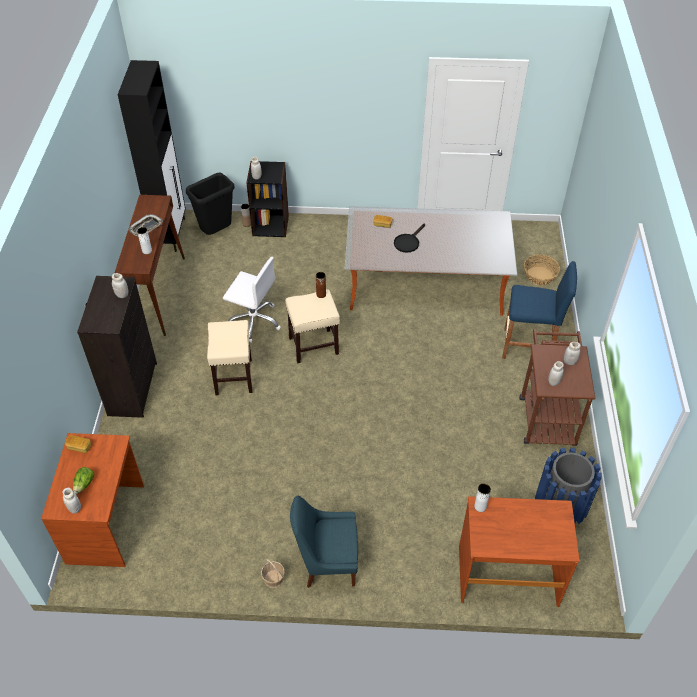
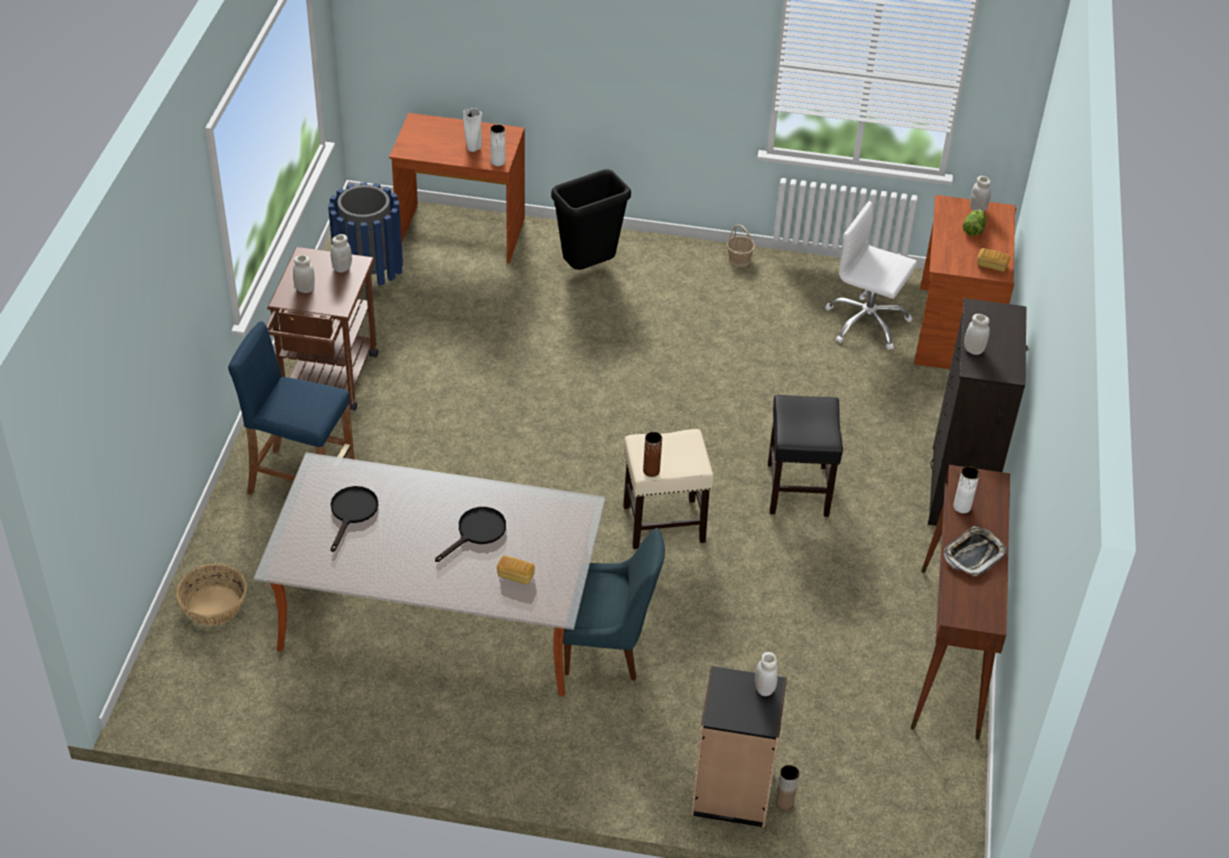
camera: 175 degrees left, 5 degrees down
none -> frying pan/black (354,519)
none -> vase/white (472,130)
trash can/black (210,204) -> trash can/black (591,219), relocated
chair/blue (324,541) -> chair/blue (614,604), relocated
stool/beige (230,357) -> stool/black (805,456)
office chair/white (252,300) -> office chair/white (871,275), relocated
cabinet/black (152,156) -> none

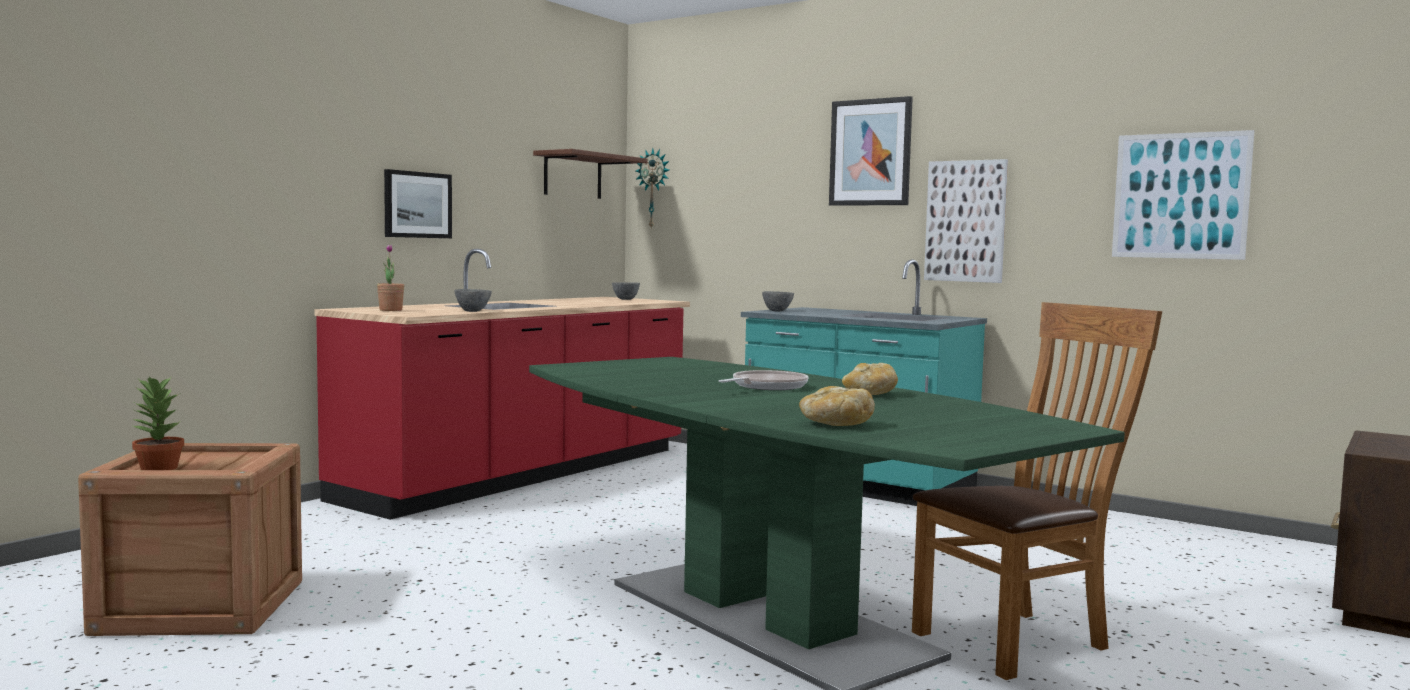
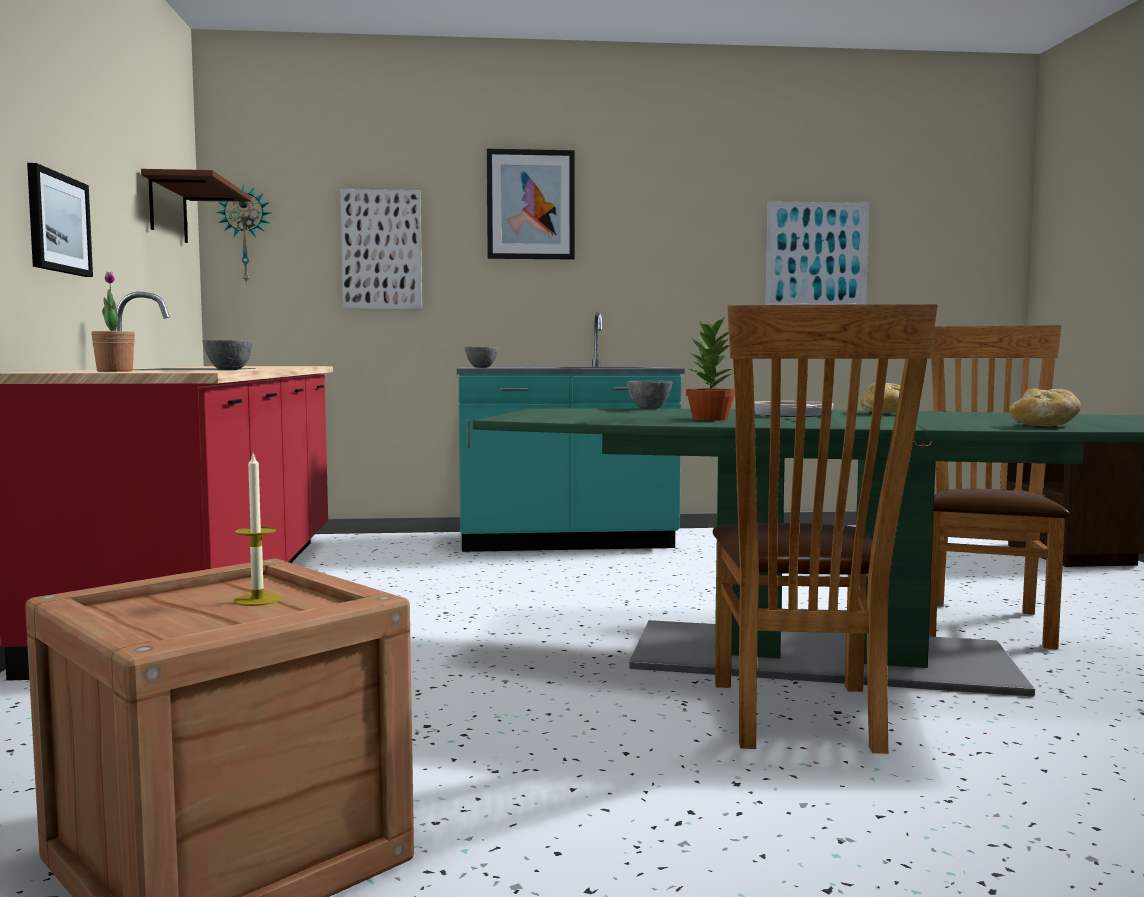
camera: 40 degrees left, 0 degrees up
none -> candle (258,528)
picture (966,221) -> picture (381,249), relocated
bowl/grey (626,291) -> bowl/grey (650,394), relocated
potted plant (157,423) -> potted plant (710,368), relocated
none -> chair/brown (825,529)

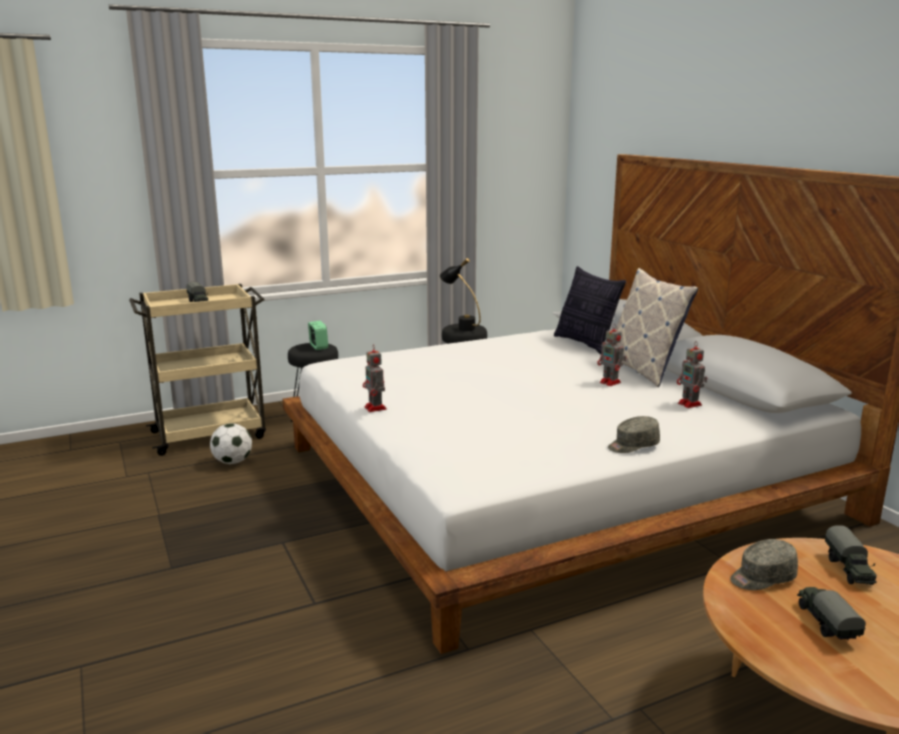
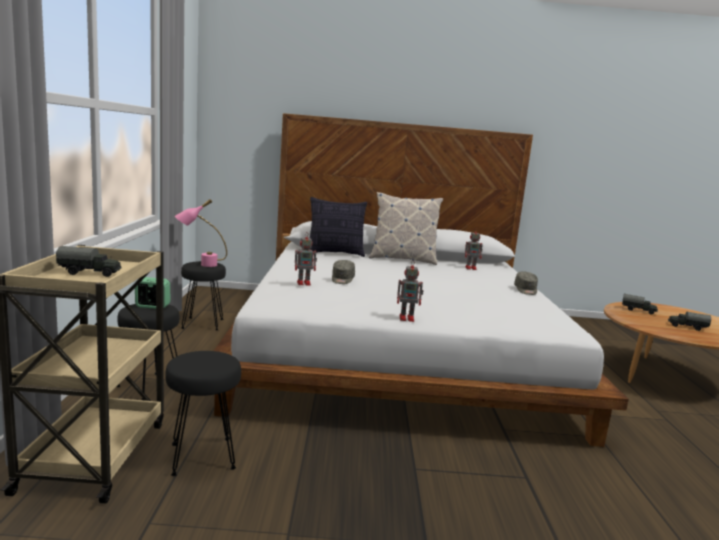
camera: 65 degrees left, 5 degrees down
football (231,443) -> stool/black (203,413)
table lamp/black (460,294) -> table lamp/pink (201,233)
toy robot (611,355) -> toy robot (306,258), relocated
cap/grey (764,564) -> cap/grey (343,272), relocated

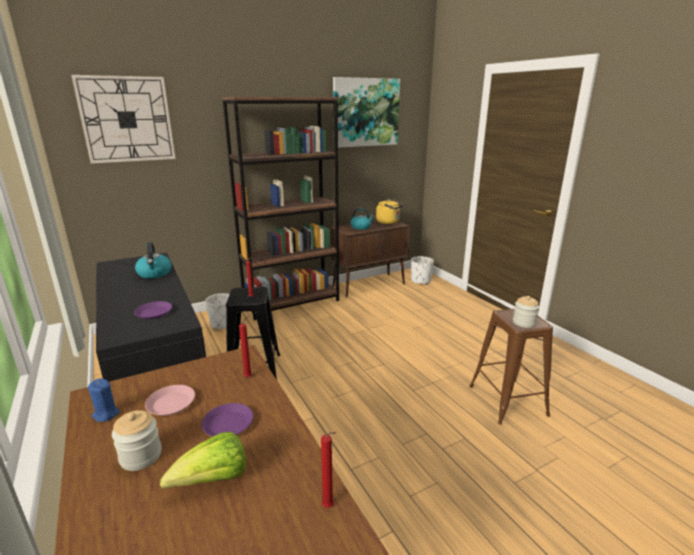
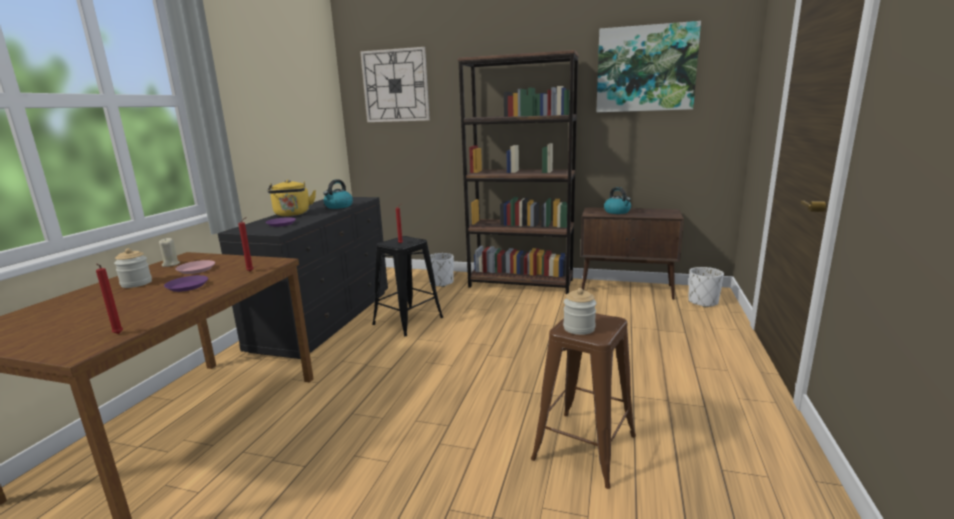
camera: 45 degrees right, 5 degrees down
candle/blue (104,400) -> candle/beige (169,252)
kettle/yellow (390,211) -> kettle/yellow (291,198), relocated
lettuce (203,460) -> none

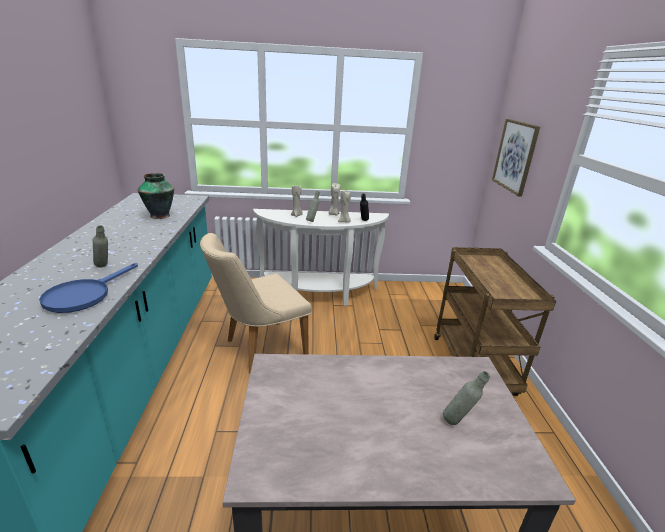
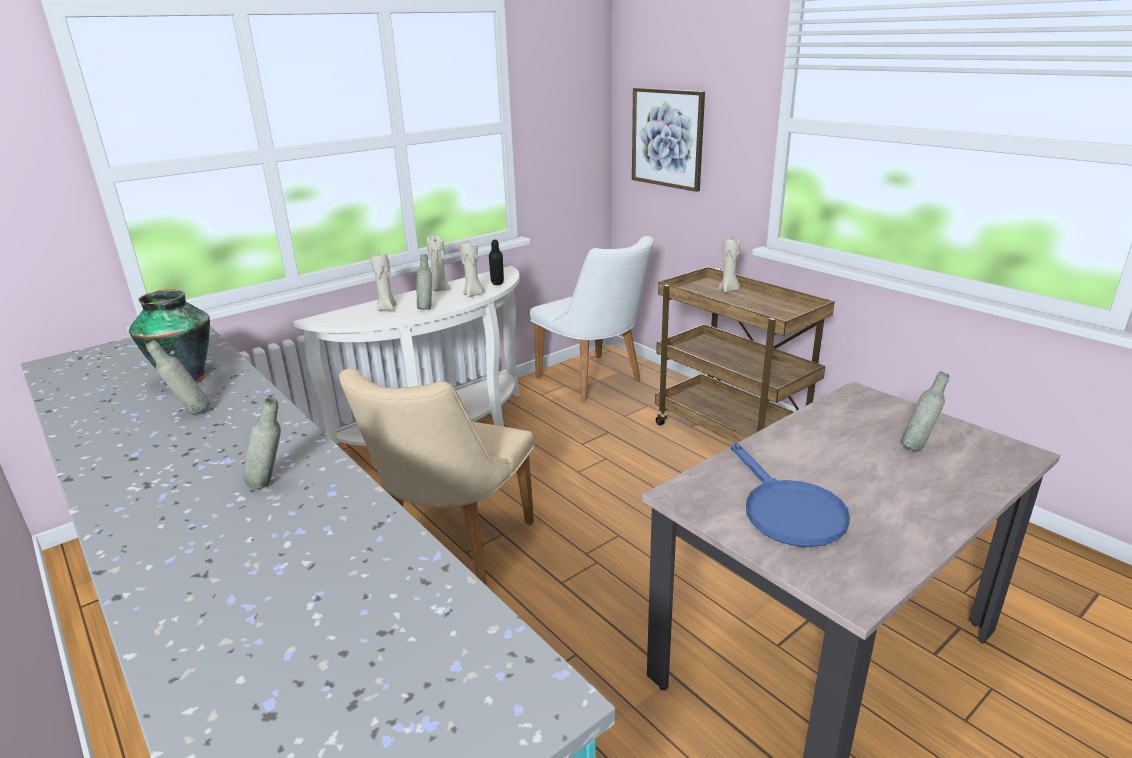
camera: 35 degrees left, 0 degrees up
none -> bottle/grey (178,377)
none -> chair/white (591,319)
none -> candle/beige (729,265)
frying pan/blue (88,288) -> frying pan/blue (790,494), relocated

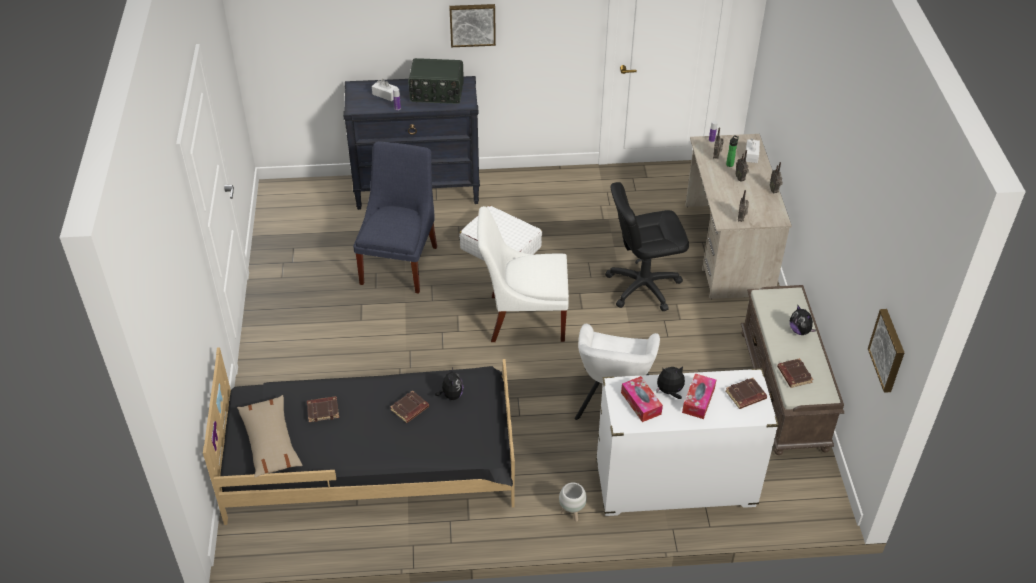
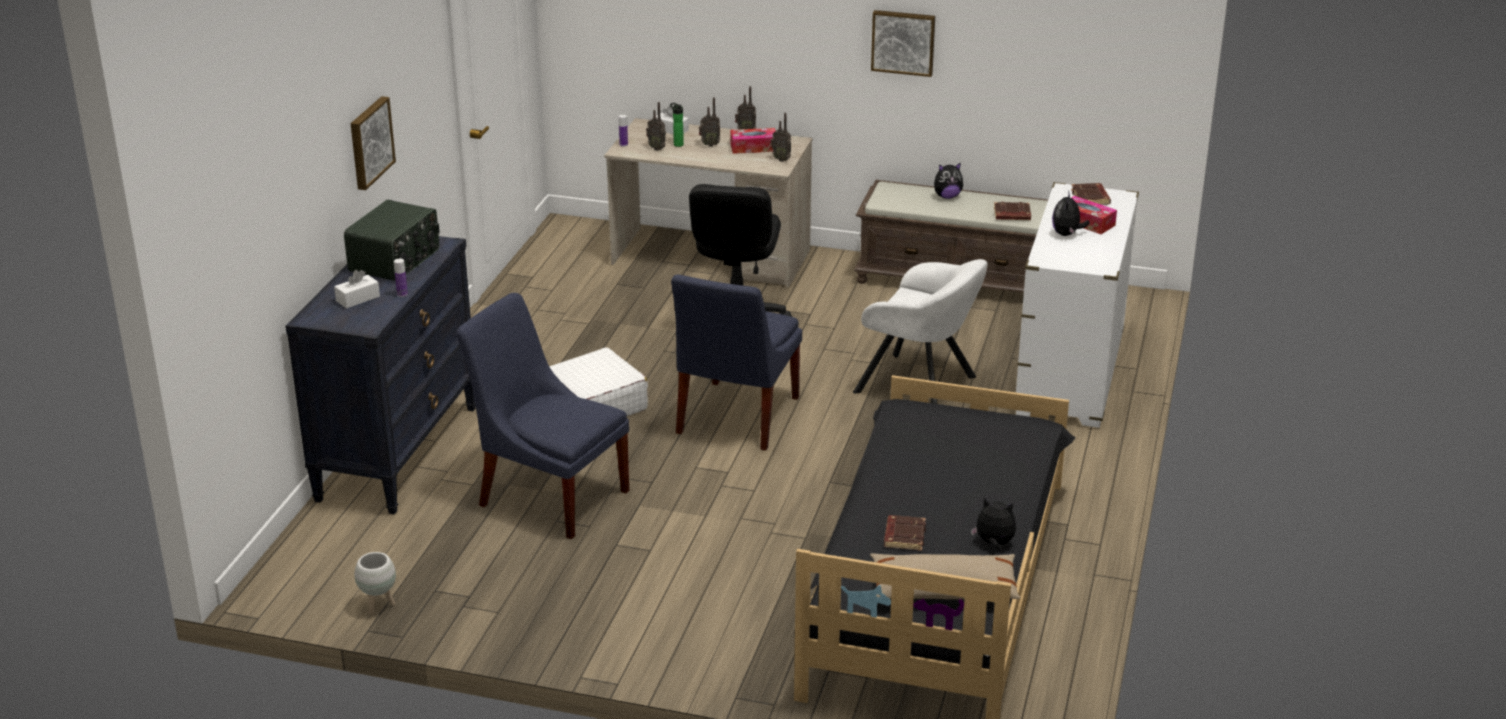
camera: 70 degrees left, 15 degrees down
planter/white (573,502) -> planter/white (375,583), relocated
chair/white (523,274) -> chair/blue (736,362)
tissue box (642,399) -> tissue box (753,141), relocated
picture (886,351) -> picture (903,43), relocated
plush toy (449,384) -> plush toy (993,524), relocated
book/brown (409,406) -> none

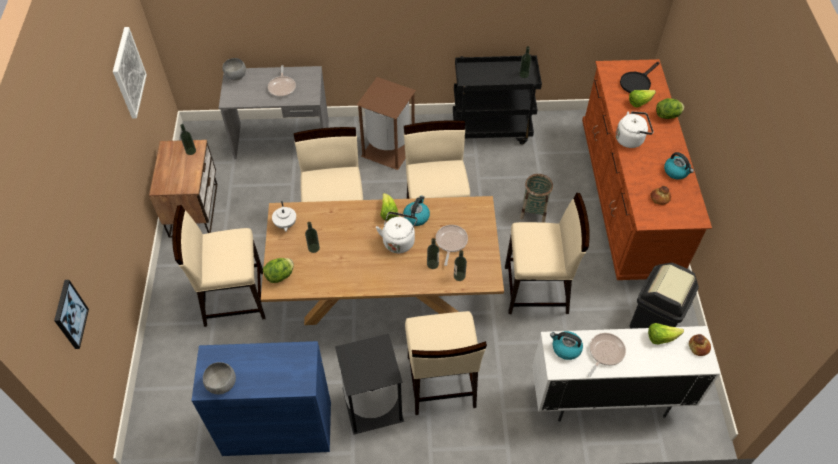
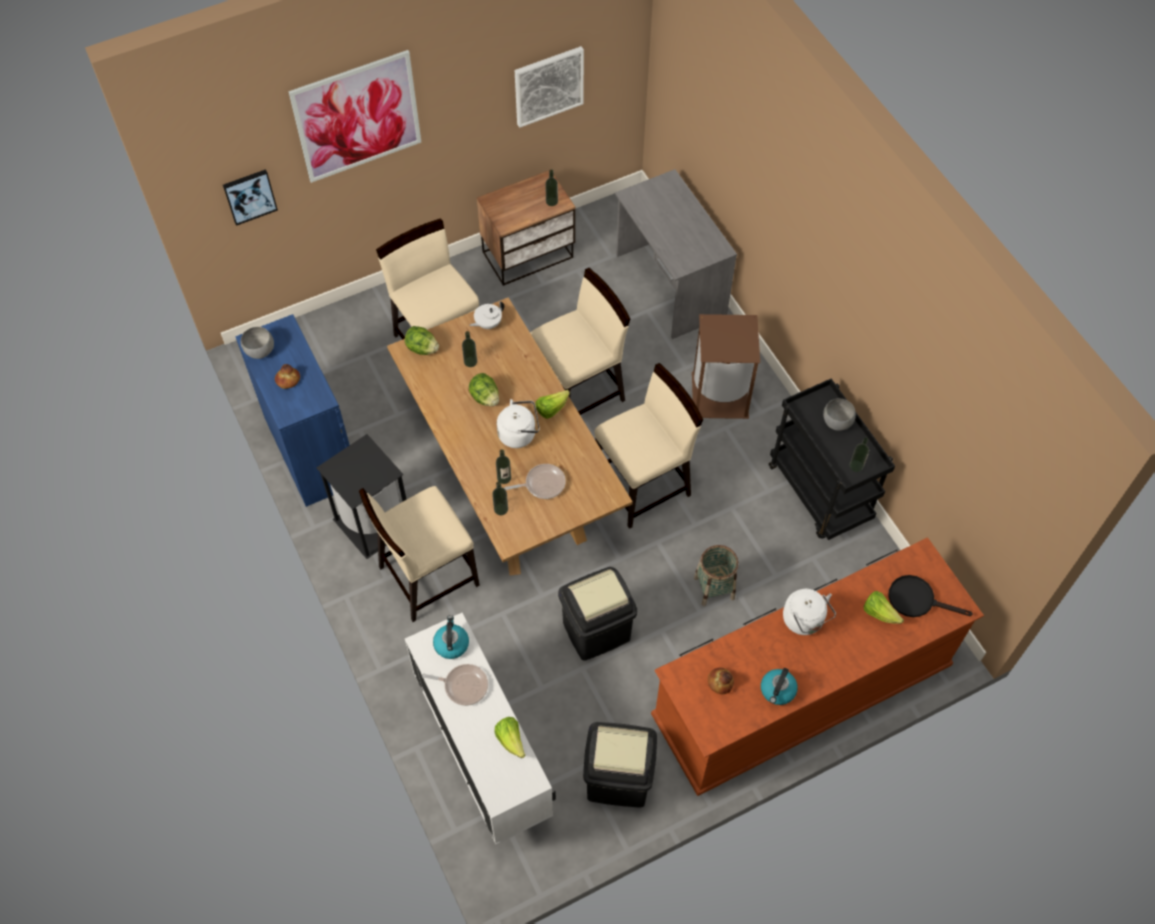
camera: 65 degrees right, 5 degrees up
bread (700,345) -> bread (287,376), relocated
none -> picture (354,116)
lettuce (670,108) -> lettuce (484,389), relocated
chair/beige (547,253) -> trash can/black (597,614)
bowl/grey (234,69) -> bowl/grey (839,415), relocated
frying pan (282,81) -> none
kettle (416,210) -> none

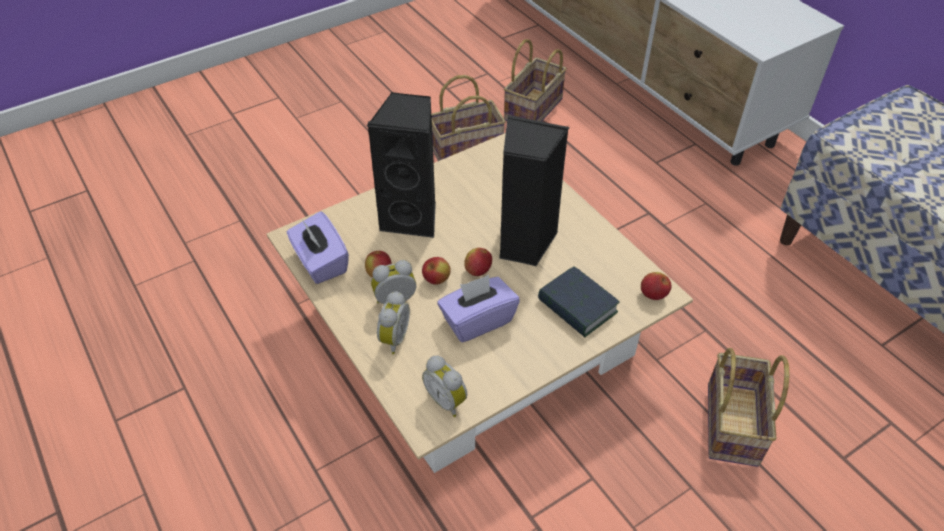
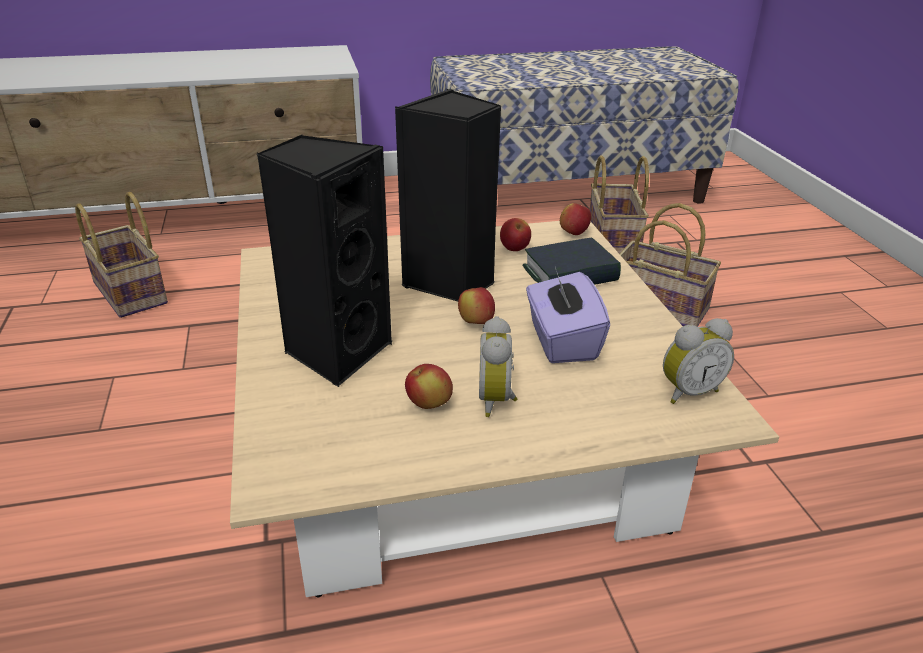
camera: 70 degrees left, 15 degrees down
apple (436,271) -> apple (515,234), relocated
basket (468,118) -> basket (619,204), relocated
tissue box/purple (318,247) -> none
alarm clock (393,322) -> none

